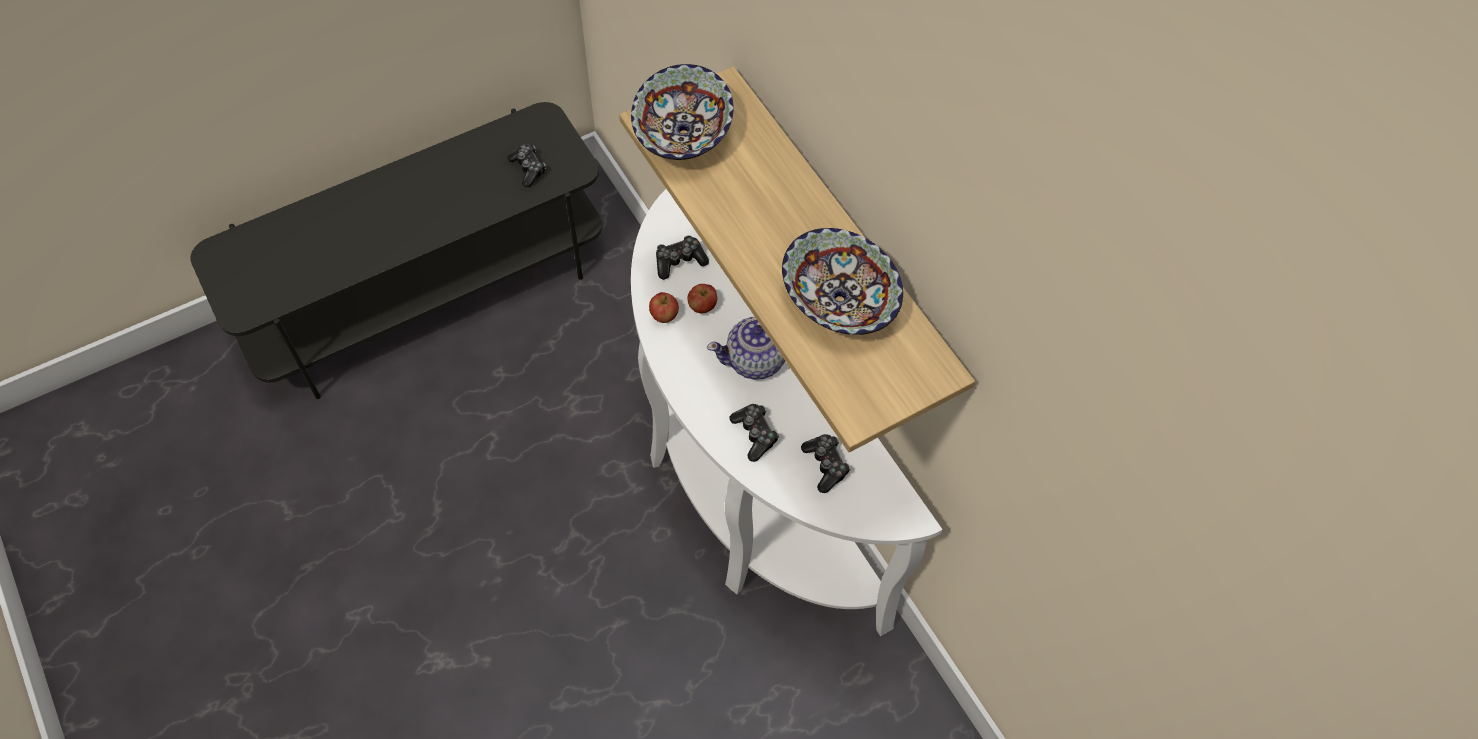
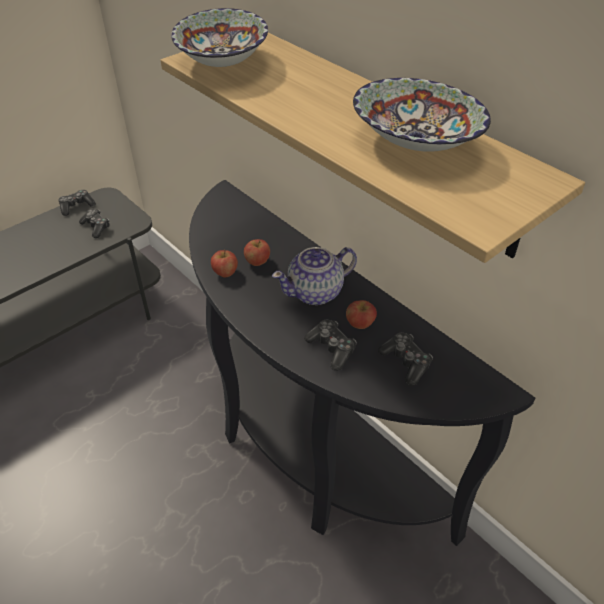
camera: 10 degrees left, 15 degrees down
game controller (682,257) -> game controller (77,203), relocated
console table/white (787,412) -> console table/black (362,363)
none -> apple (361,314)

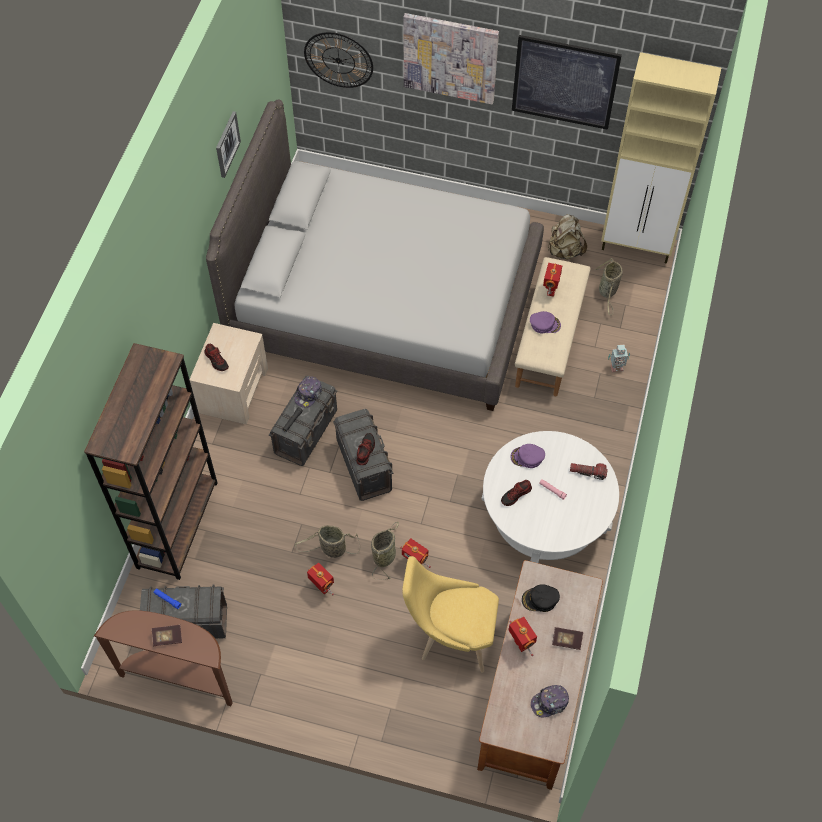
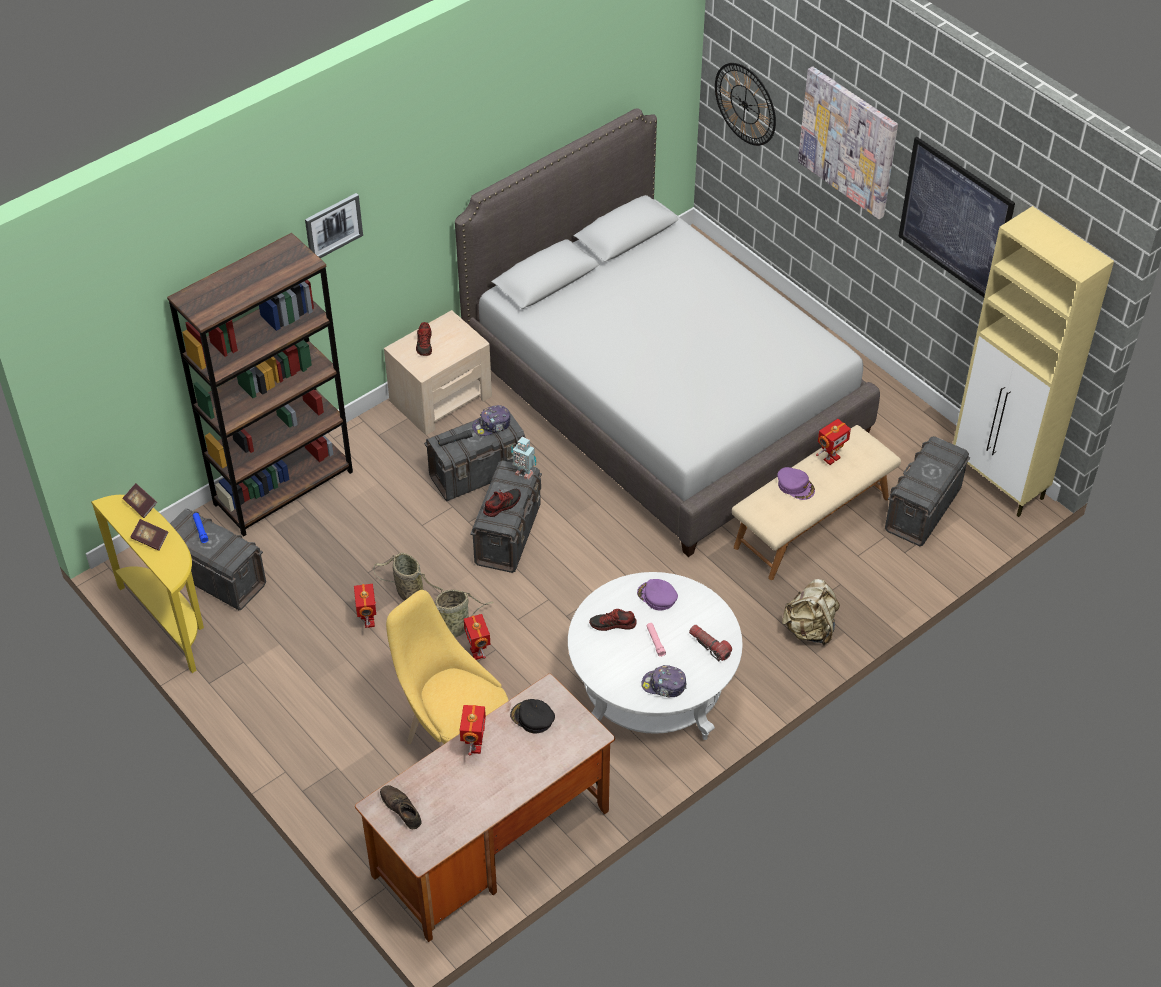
camera: 35 degrees right, 10 degrees down
console table/brown (163,658) -> console table/yellow (147,584)
book (567,638) -> book (140,500), relocated
picture (228,144) -> picture (334,225), relocated
none -> shoe/brown (401,807)
toy robot (619,358) -> toy robot (524,458), relocated
cap (550,701) -> cap (663,681), relocated
backpack/beige (567,237) -> backpack/beige (811,612), relocated
basket (609,286) -> storage box/grey (927,491)

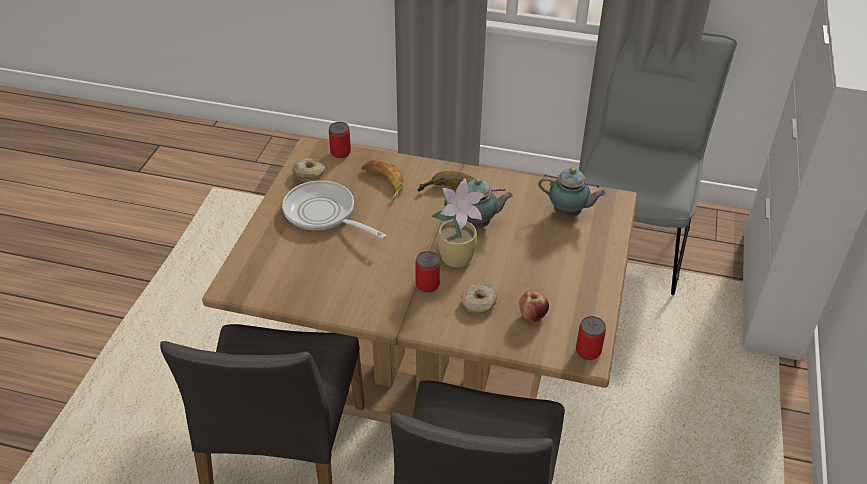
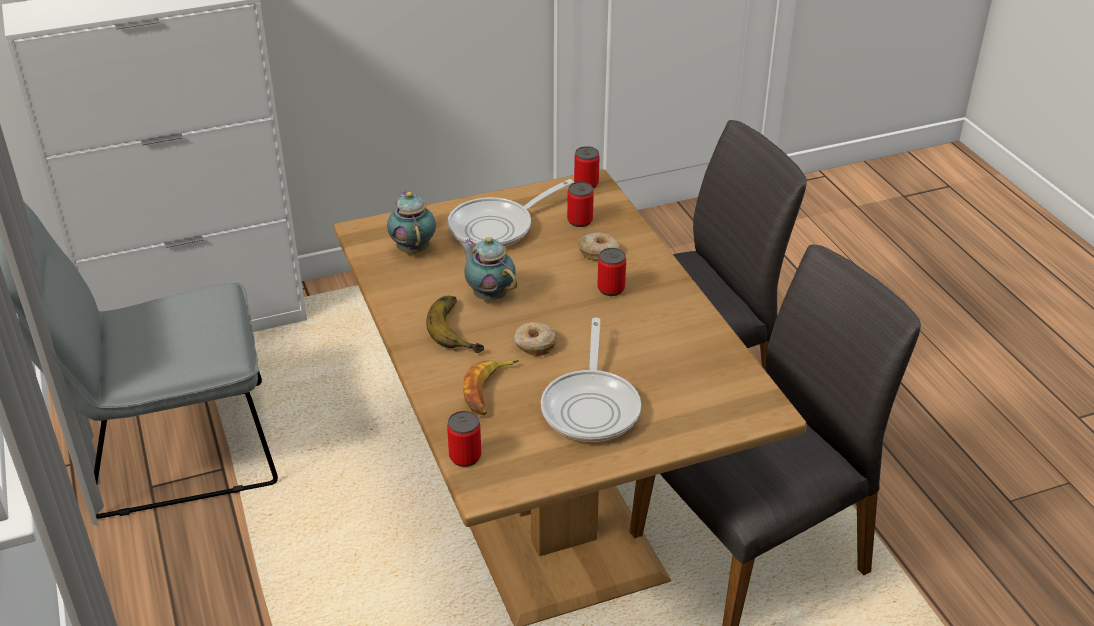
camera: 125 degrees left, 5 degrees down
none -> frying pan (511,213)
donut (308,170) -> donut (536,339), relocated
apple (534,306) -> can (580,204)
potted plant (457,223) -> none

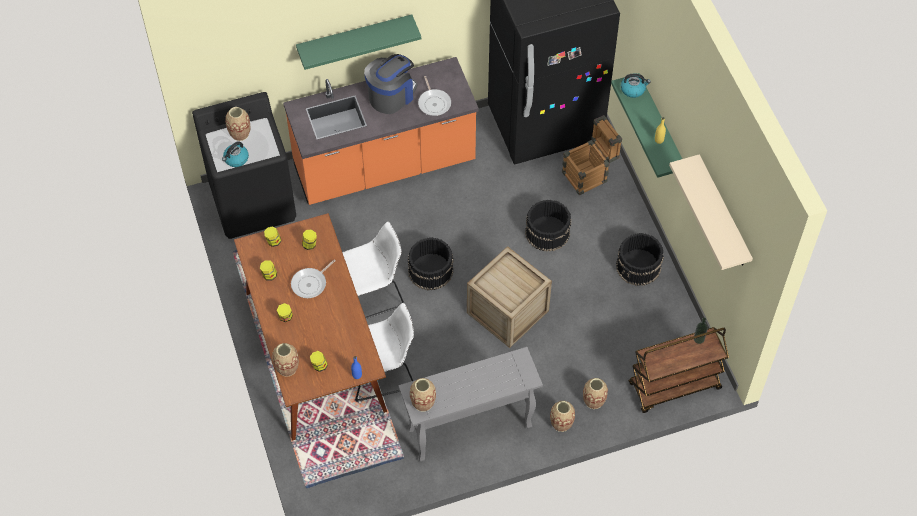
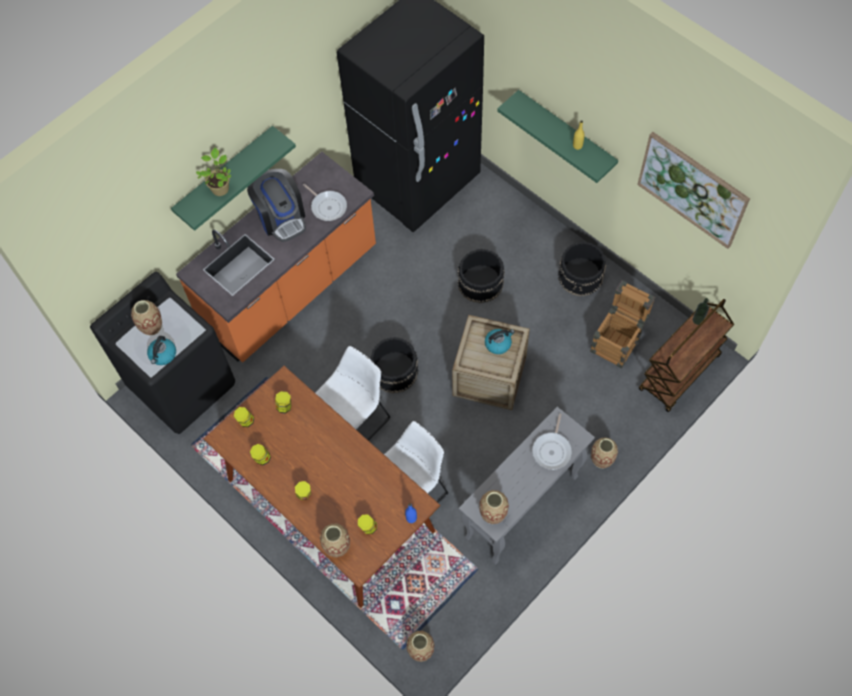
camera: 25 degrees left, 5 degrees up
none -> potted plant (213,172)
coffee machine (391,84) -> coffee machine (276,205), 135 degrees clockwise
vase (595,393) -> vase (420,646), relocated
kettle (636,86) -> kettle (500,341), relocated
frying pan (313,279) -> frying pan (552,442), relocated
crate (592,155) -> crate (622,324), relocated
shelf/beige (711,212) -> picture (693,190)

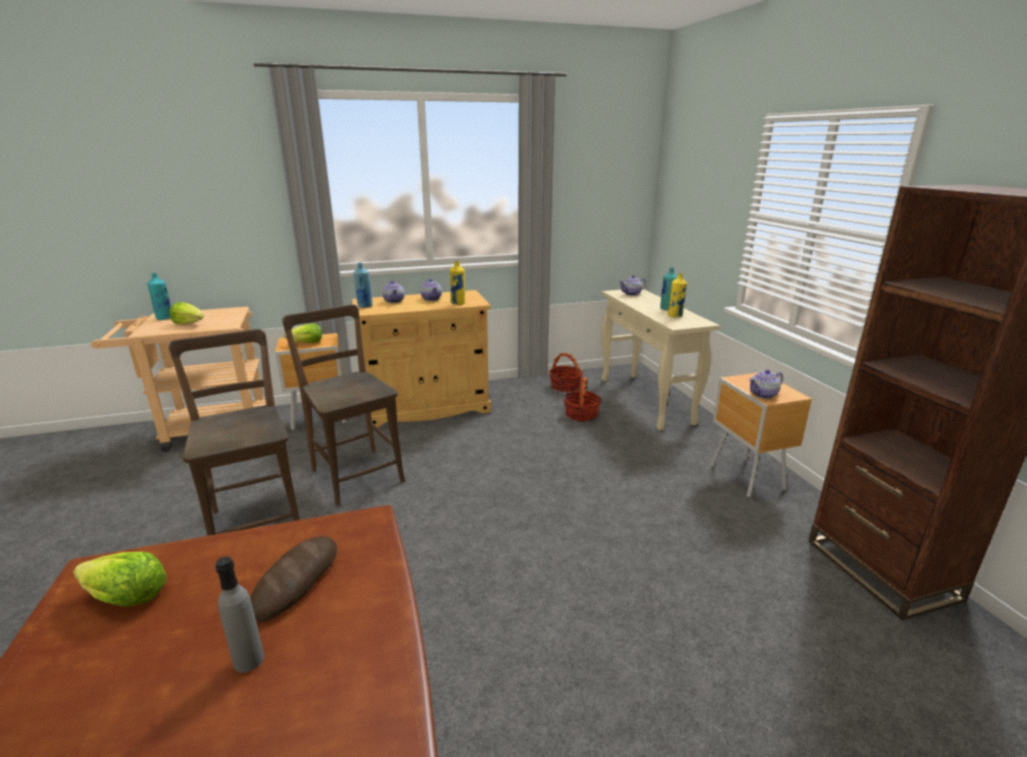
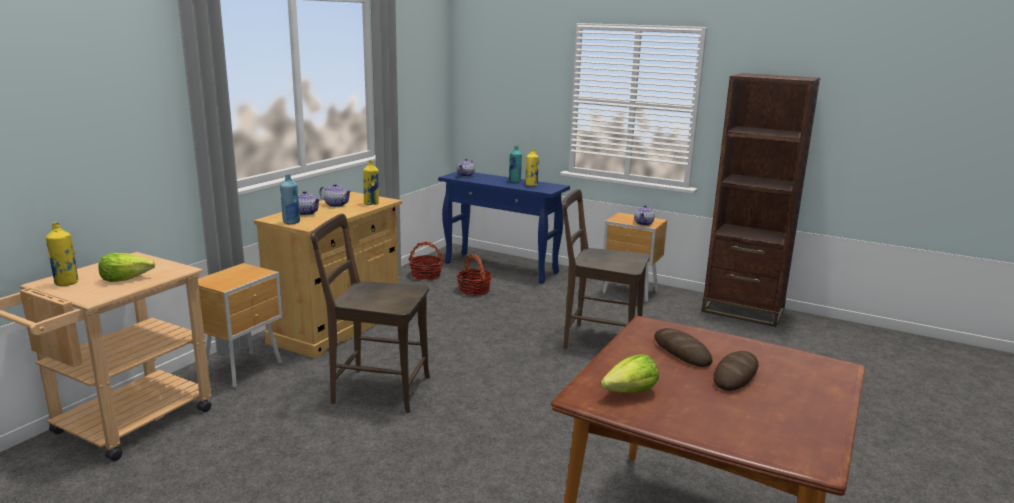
camera: 45 degrees left, 5 degrees down
bottle/turquoise (159,296) -> bottle/yellow (62,254)
console table/beige (660,359) -> console table/blue (504,228)
chair/brown (234,432) -> chair/brown (606,269), relocated
bottle/grey (239,614) -> bread (736,371)
lettuce (303,333) -> none

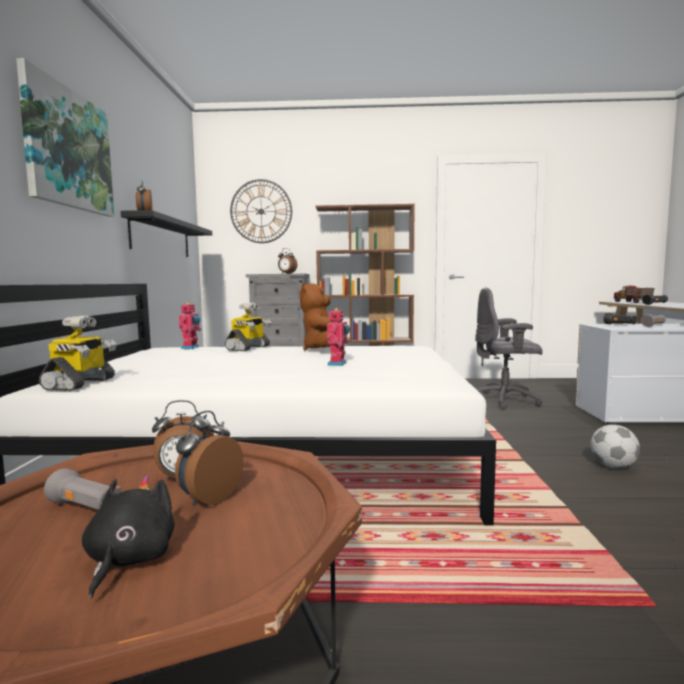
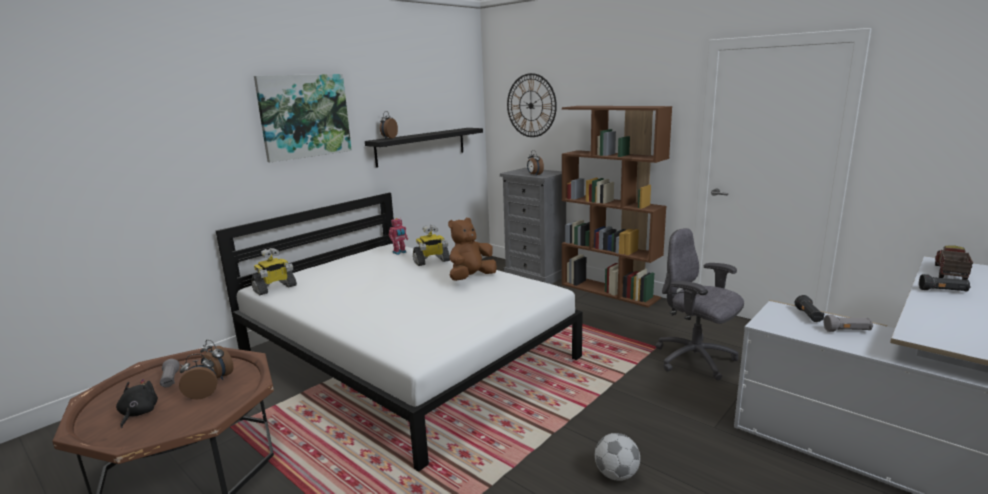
camera: 40 degrees right, 10 degrees up
plush toy/black (128,537) -> plush toy/black (137,403), 45 degrees counterclockwise
toy robot (338,337) -> none

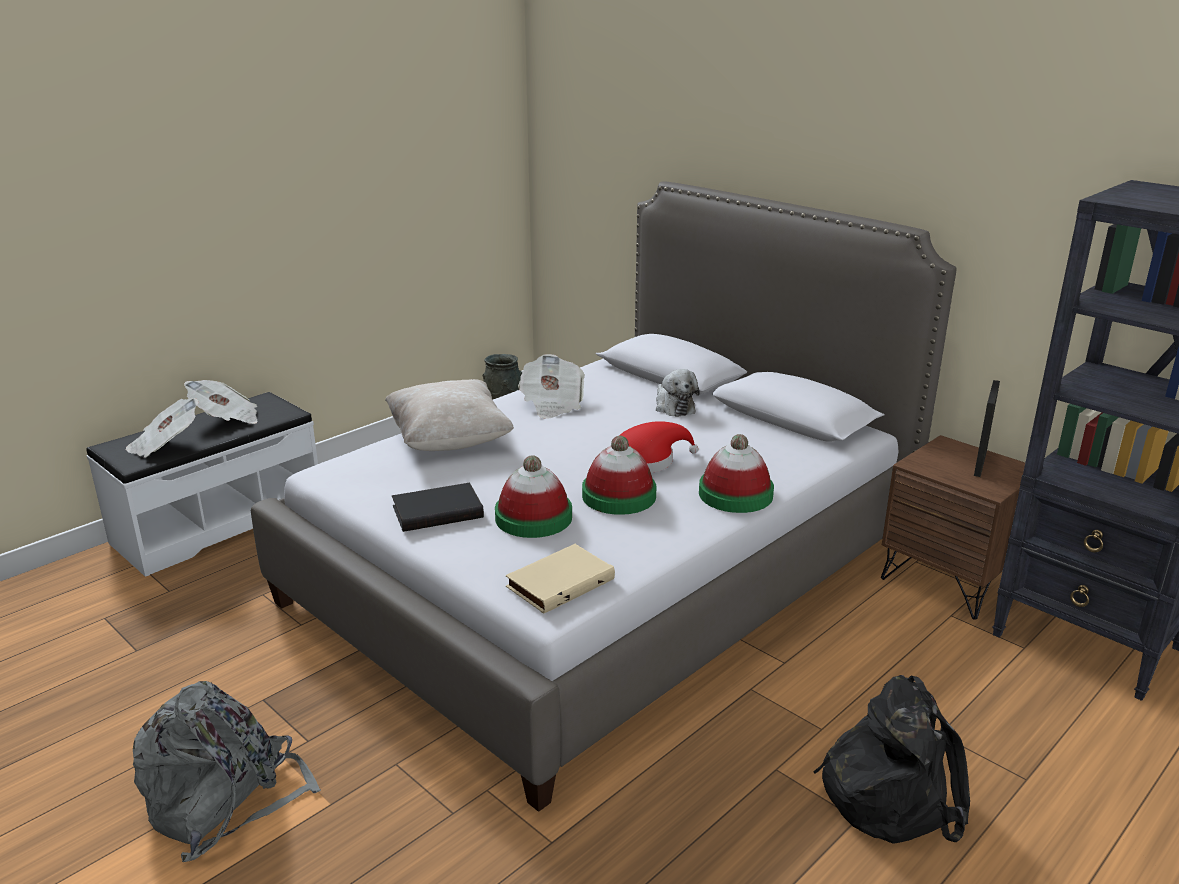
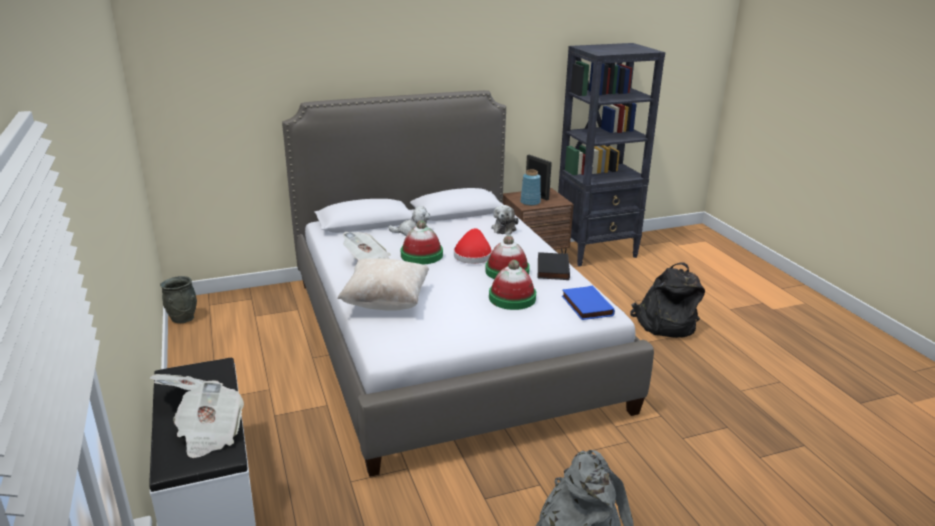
camera: 65 degrees left, 0 degrees up
hat (736,473) -> hat (422,242), relocated
none -> plush toy (505,220)
none -> vase/blue (530,187)
book/black (438,507) -> book/black (554,266), relocated
book/beige (560,579) -> book/blue (588,303)

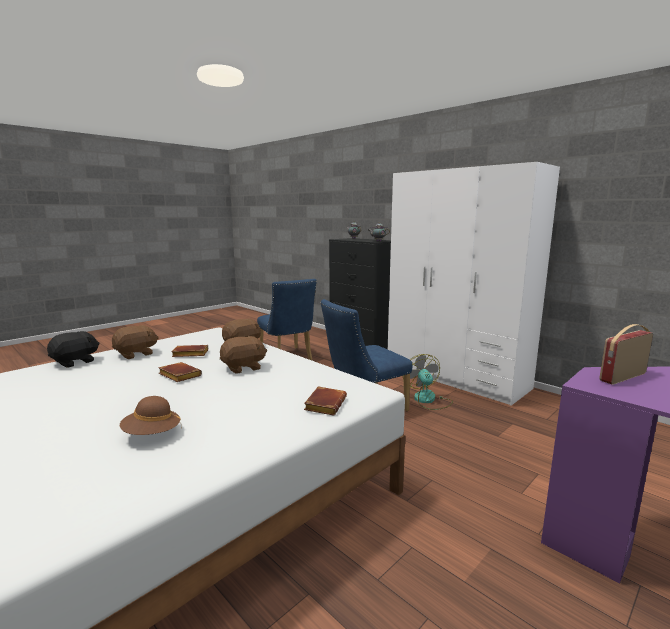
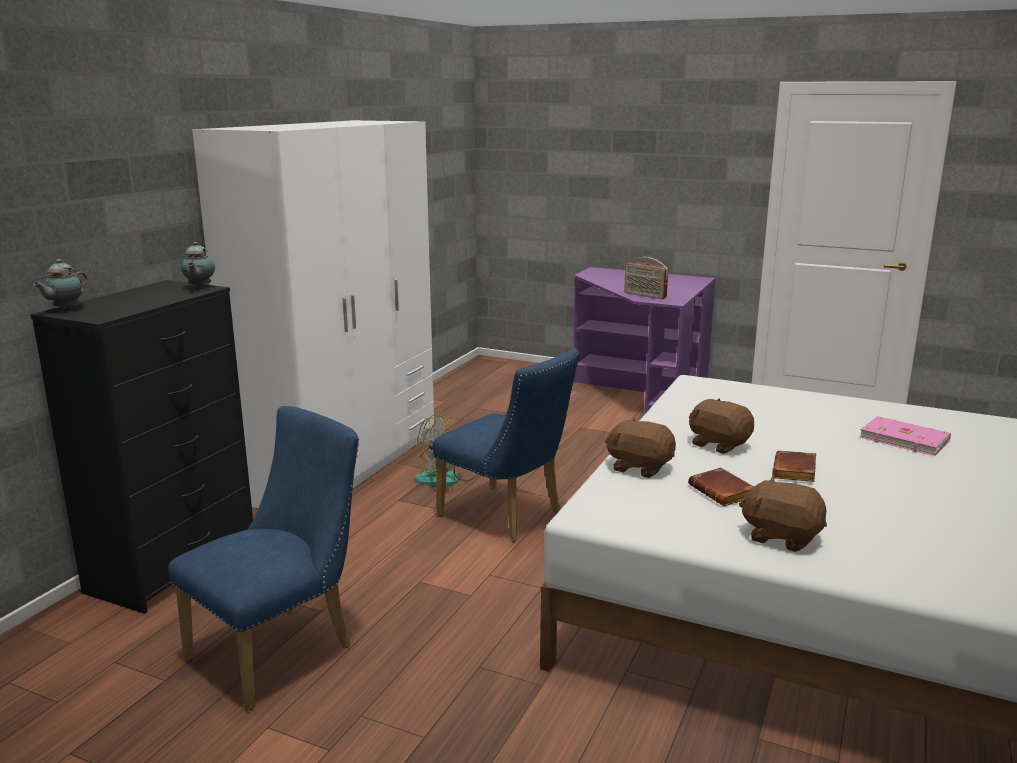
camera: 110 degrees left, 5 degrees up
hat/brown (151,415) -> book/pink (905,436)
plush toy/black (73,349) -> none
book/brown (325,401) -> none

